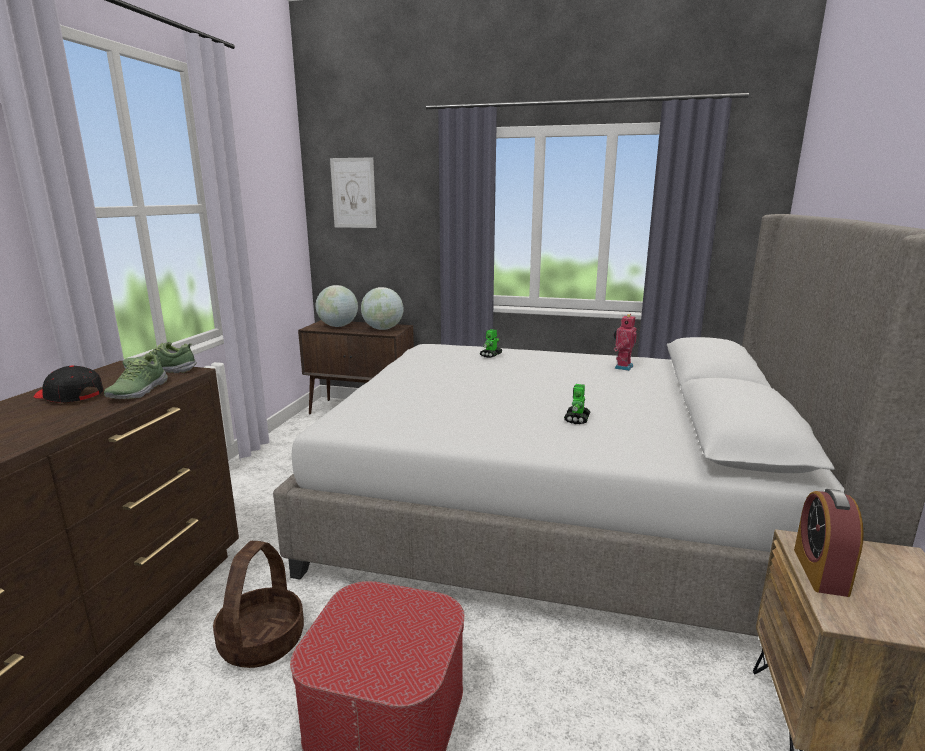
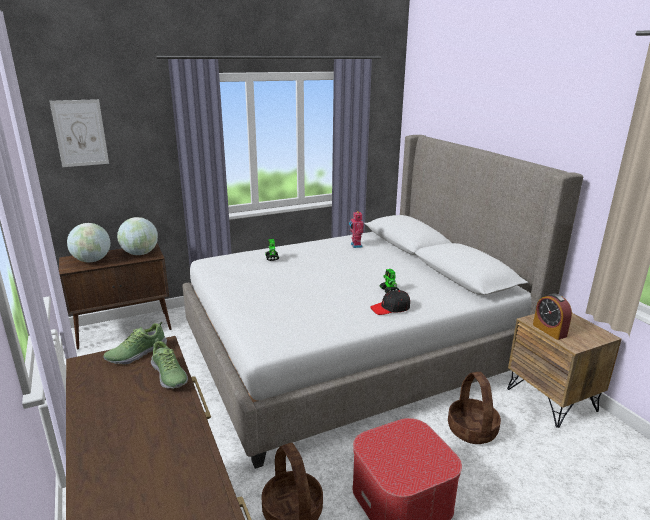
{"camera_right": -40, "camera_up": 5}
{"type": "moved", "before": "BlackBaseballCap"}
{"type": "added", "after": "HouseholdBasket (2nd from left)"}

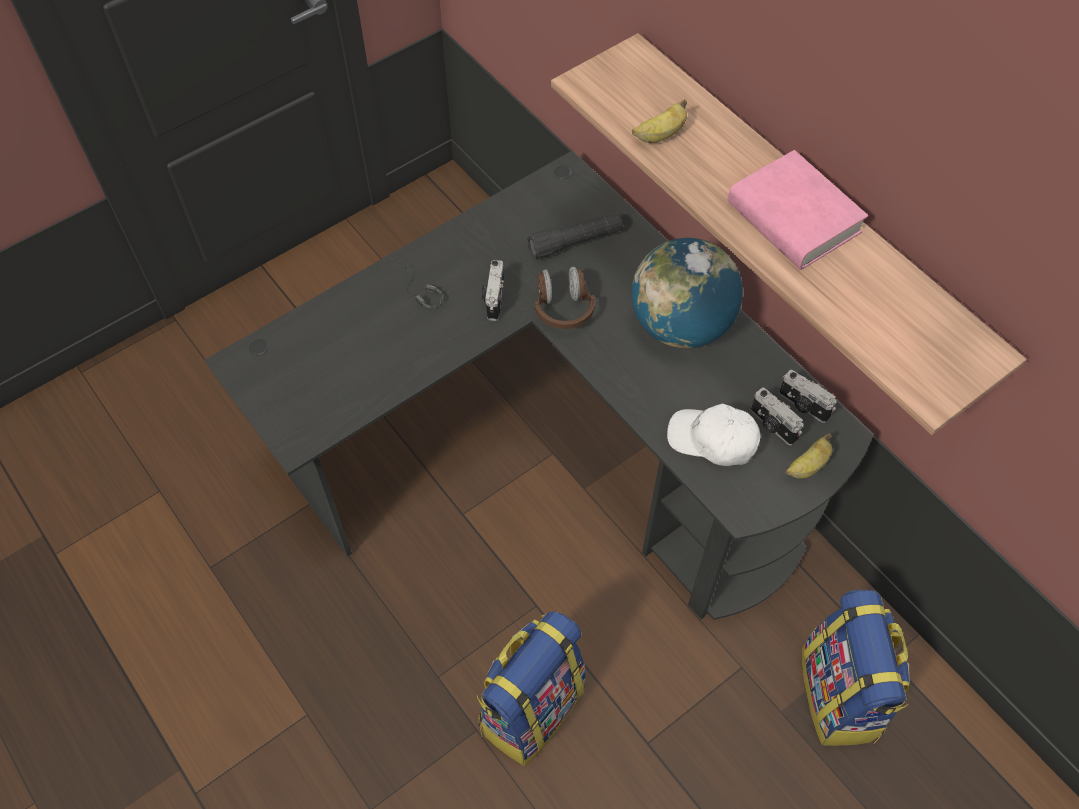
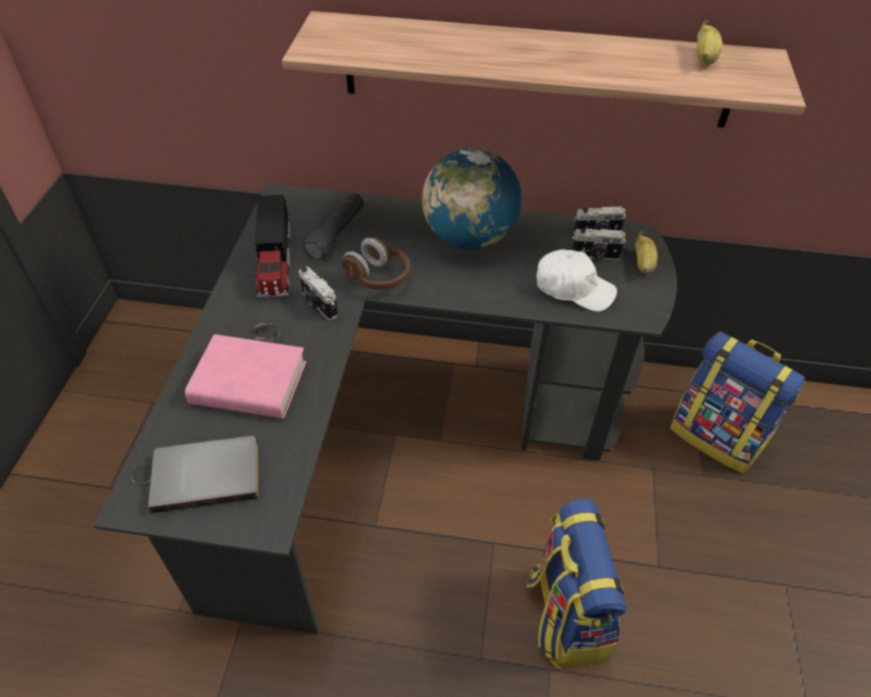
{"camera_right": -45, "camera_up": -10}
{"type": "moved", "before": "WholeBanana (1st from left in the first image)", "after": "WholeBanana (2nd from left)"}
{"type": "moved", "before": "PinkVolume"}
{"type": "turned", "before": "WhitishBaseballCap", "turn": -135}
{"type": "added", "after": "ToyLorry"}
{"type": "added", "after": "GrayVolume"}

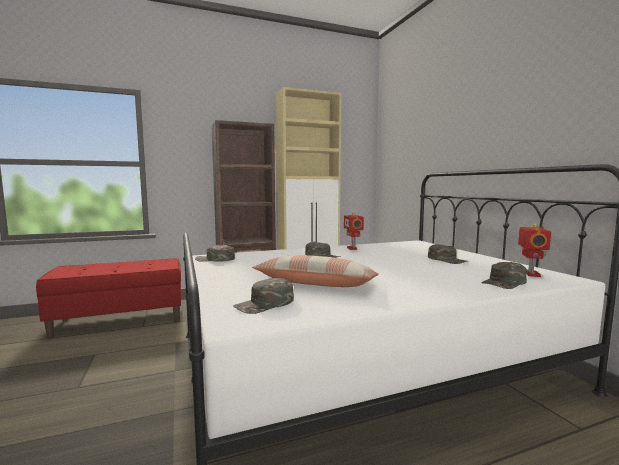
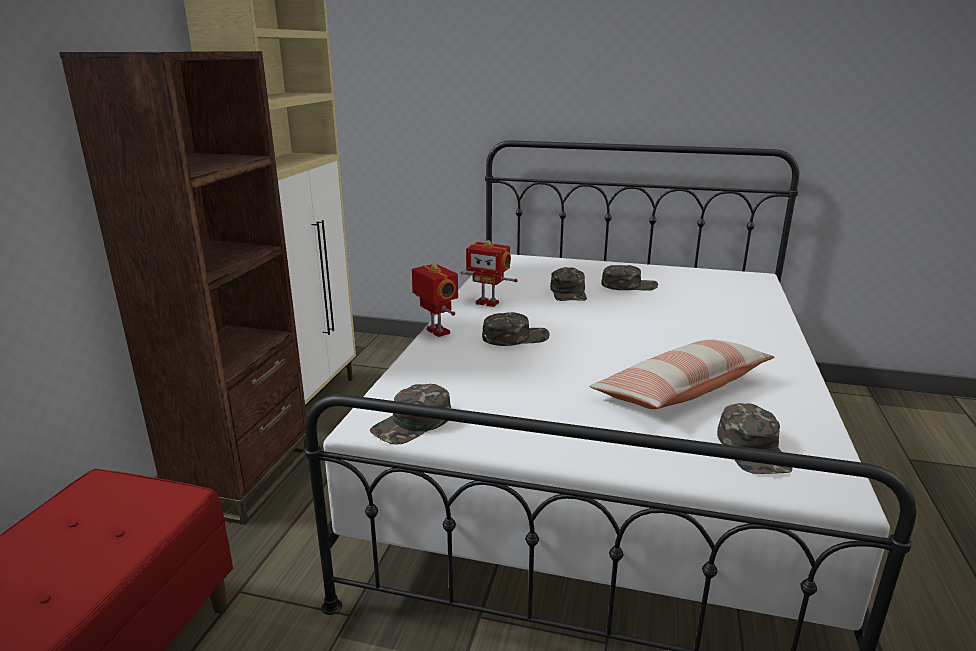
{"camera_right": -55, "camera_up": 15}
{"type": "moved", "before": "ToyRobot (2nd from left in the first image)", "after": "ToyRobot (1st from left)"}
{"type": "moved", "before": "GreenColouredBaseballCap (5th from left in the first image)", "after": "GreenColouredBaseballCap (3rd from left)"}

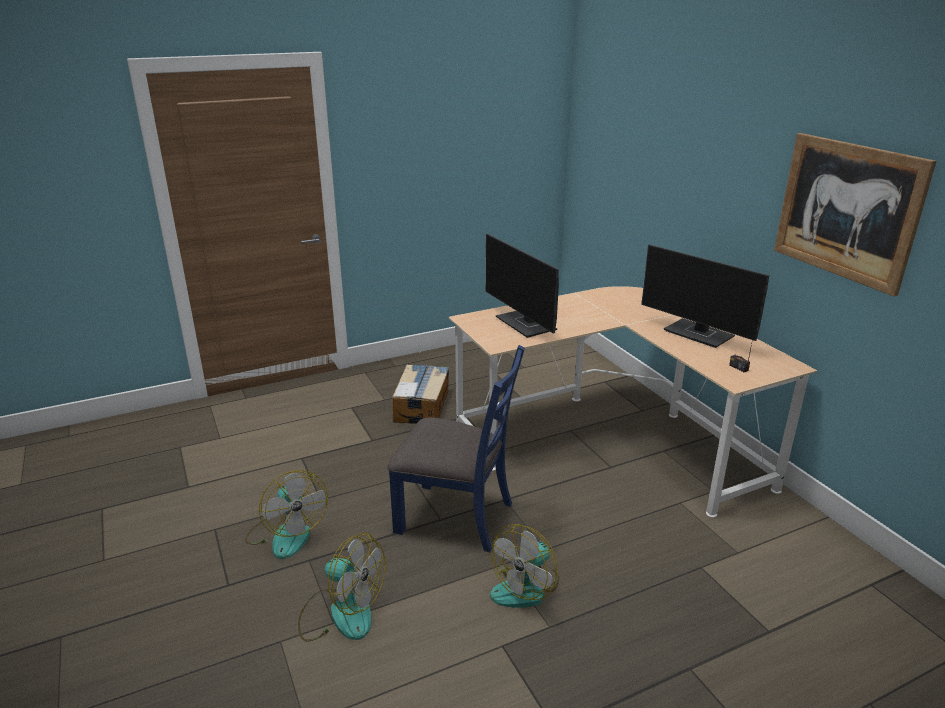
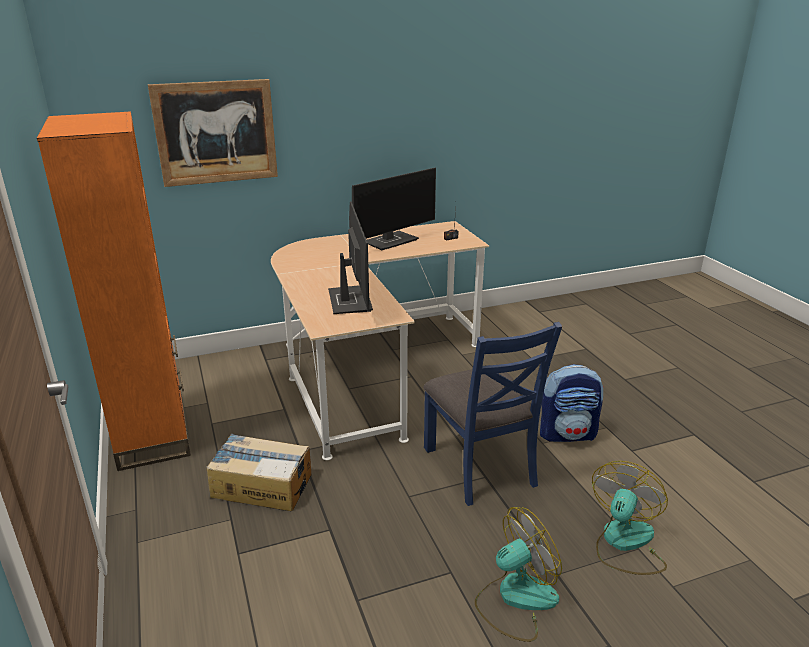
{"camera_right": -85, "camera_up": 0}
{"type": "moved", "before": "WallPicture"}
{"type": "turned", "before": "Monitor (1st from left)", "turn": -75}
{"type": "turned", "before": "BlueColouredChair", "turn": 135}
{"type": "replaced", "before": "Fan (3rd from left)", "after": "Backpack"}
{"type": "added", "after": "OrangeyShelvingUnit"}

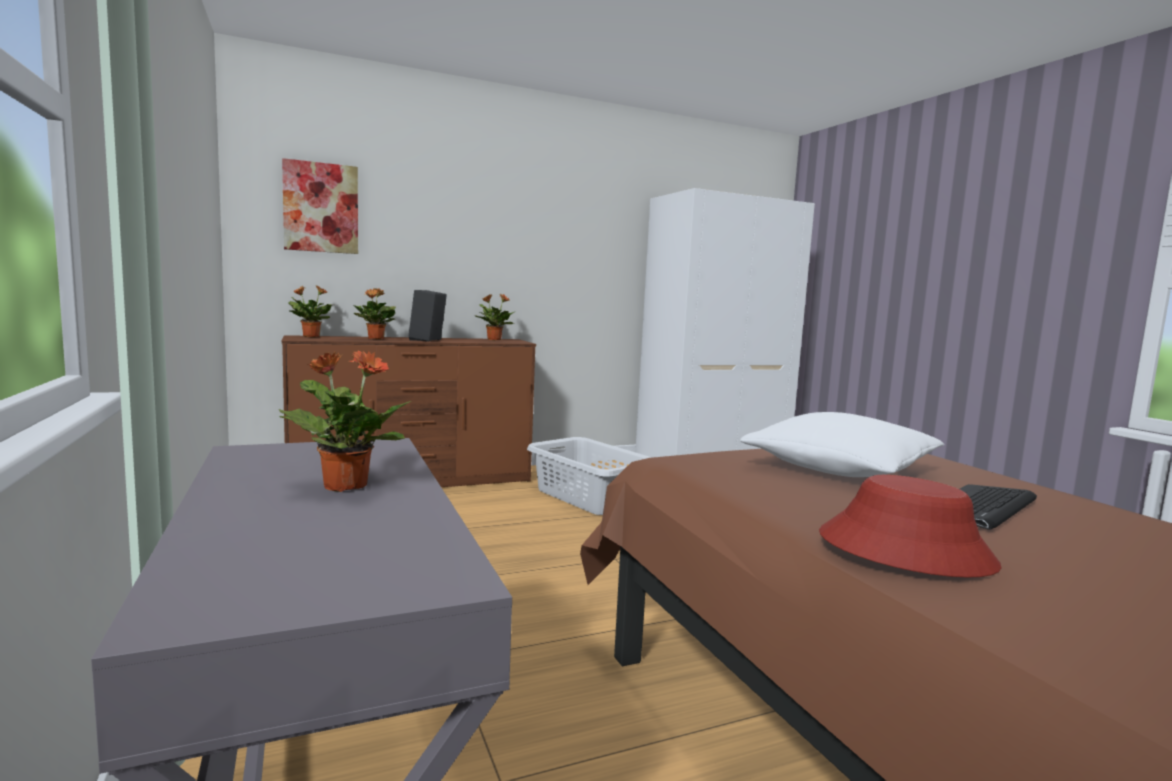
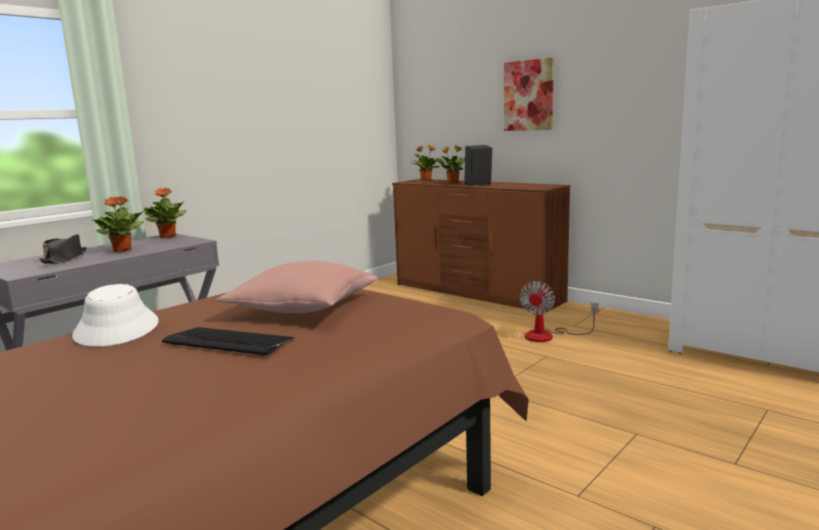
{"camera_right": 65, "camera_up": 5}
{"type": "moved", "before": "WallPicture"}
{"type": "moved", "before": "Houseplant (4th from left in the first image)", "after": "Houseplant (2nd from left)"}
{"type": "recoloured", "before": "WhitishThrowPillow", "after": "PinkThrowPillow"}
{"type": "replaced", "before": "GrayLaundryBasket", "after": "Fan"}
{"type": "recoloured", "before": "RedWearableHat", "after": "WhitishWearableHat"}
{"type": "added", "after": "BlackWearableHat"}

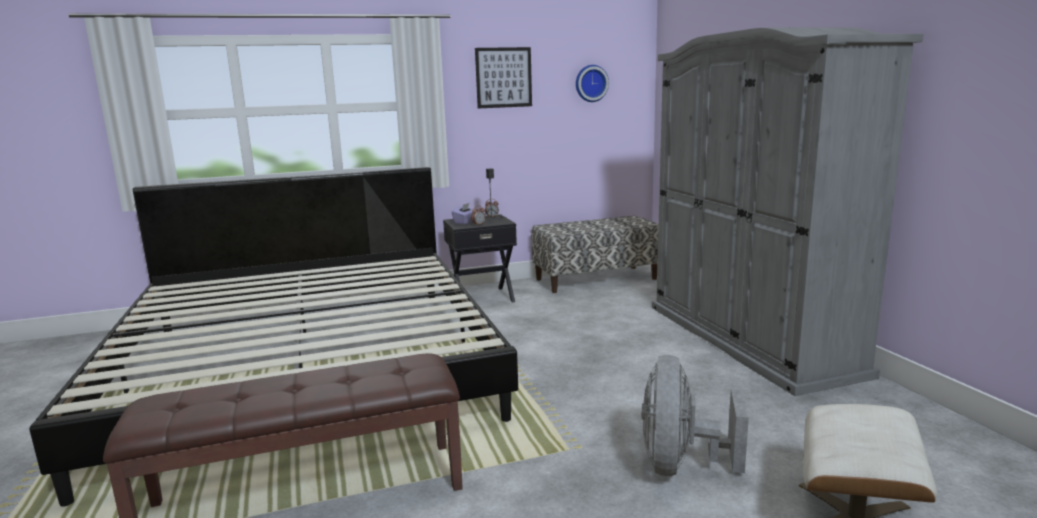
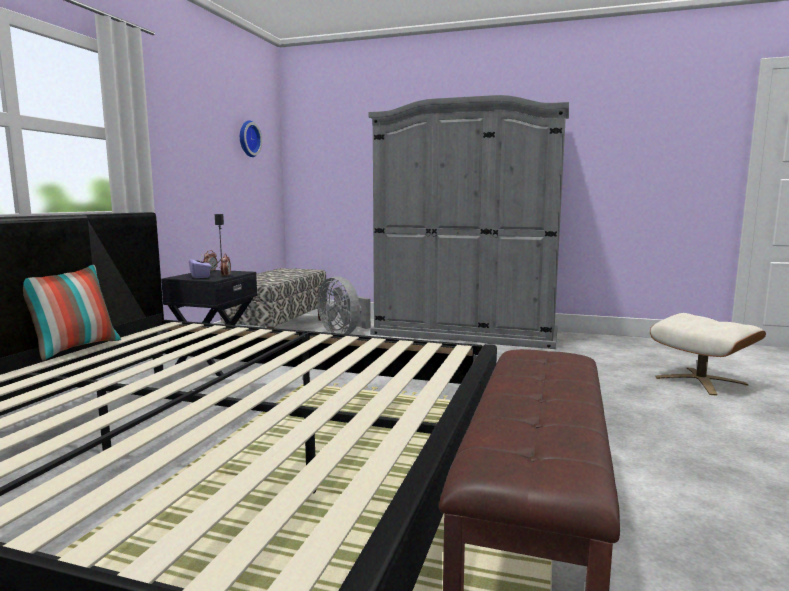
{"camera_right": -55, "camera_up": -5}
{"type": "removed", "before": "WallPicture"}
{"type": "moved", "before": "GrayFan"}
{"type": "added", "after": "ThrowPillow"}

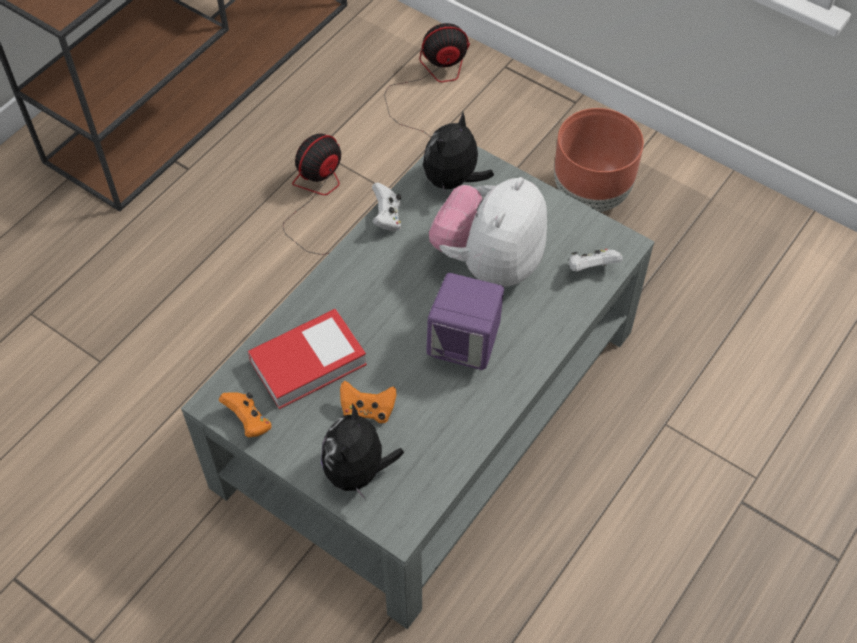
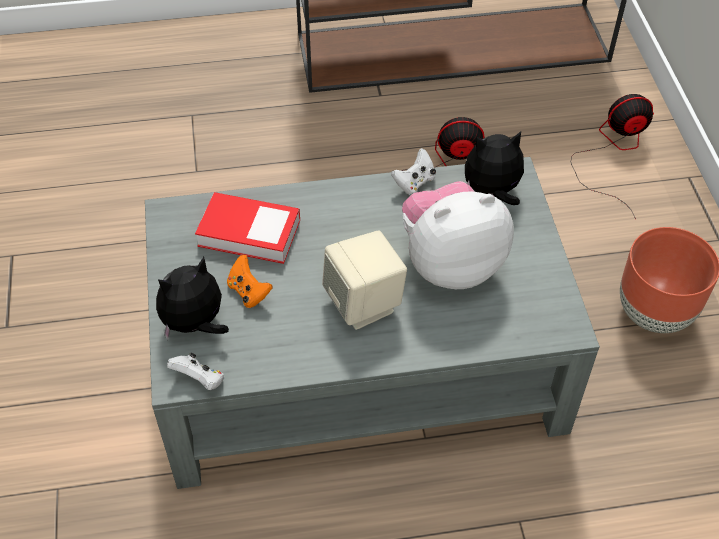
{"camera_right": 45, "camera_up": -5}
{"type": "turned", "before": "Fan (2nd from left)", "turn": -45}
{"type": "moved", "before": "WhitishGamepad (2nd from left in the first image)", "after": "WhitishGamepad (1st from left)"}
{"type": "recoloured", "before": "PurpleSpeaker", "after": "BeigeColouredSpeaker"}
{"type": "removed", "before": "OrangeyGamepad (1st from left)"}

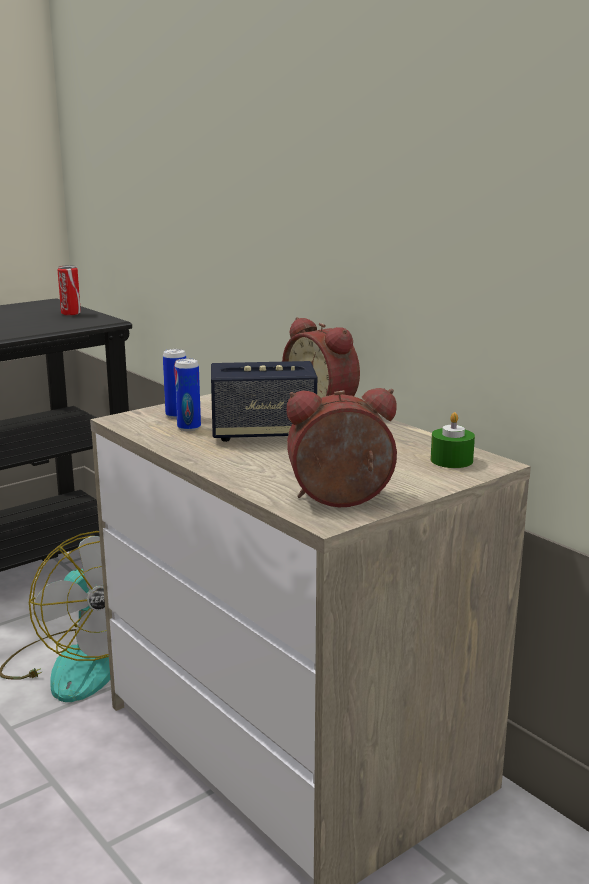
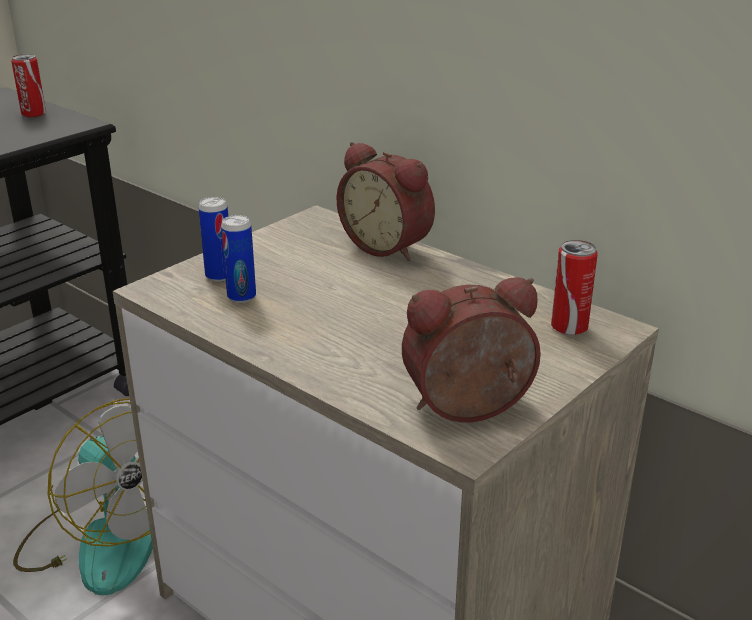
{"camera_right": -10, "camera_up": 10}
{"type": "removed", "before": "Speaker"}
{"type": "replaced", "before": "GreenColouredWaxLight", "after": "SealedCan (4th from left)"}

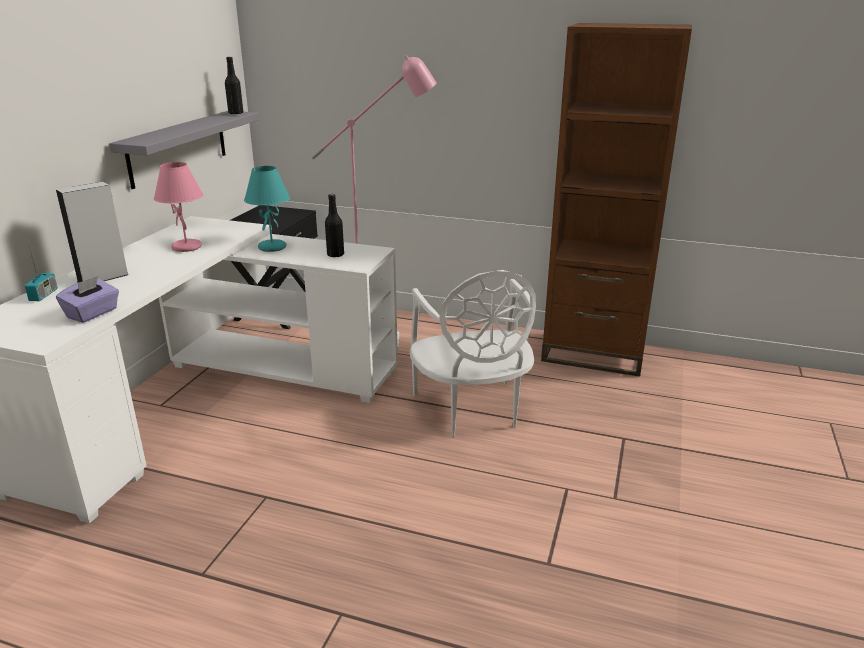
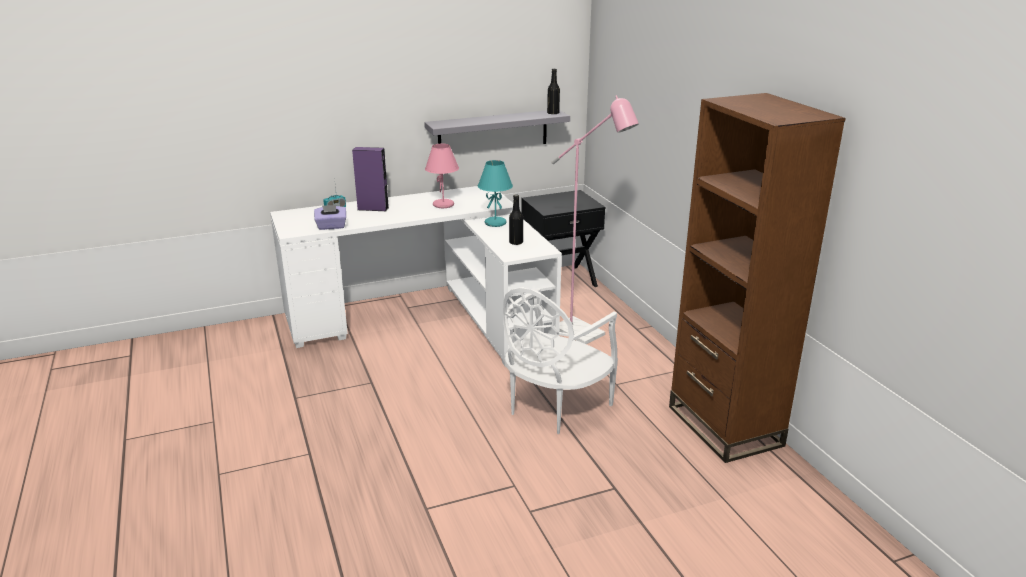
{"camera_right": 50, "camera_up": 0}
{"type": "recoloured", "before": "GraySpeaker", "after": "PurpleSpeaker"}

